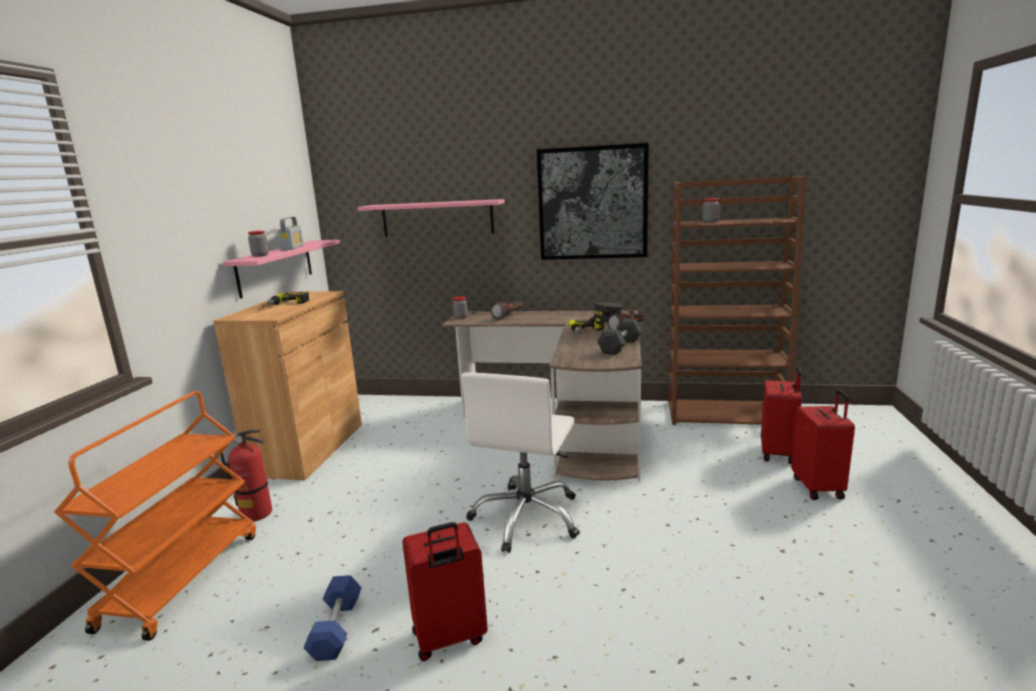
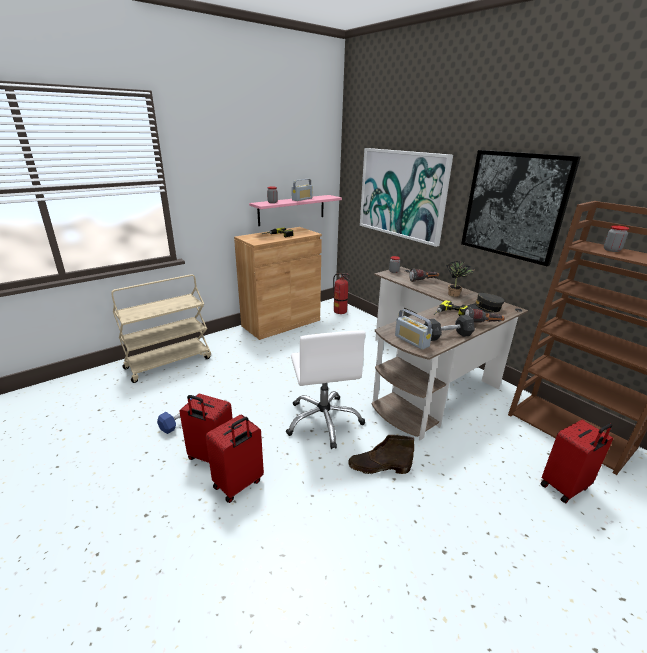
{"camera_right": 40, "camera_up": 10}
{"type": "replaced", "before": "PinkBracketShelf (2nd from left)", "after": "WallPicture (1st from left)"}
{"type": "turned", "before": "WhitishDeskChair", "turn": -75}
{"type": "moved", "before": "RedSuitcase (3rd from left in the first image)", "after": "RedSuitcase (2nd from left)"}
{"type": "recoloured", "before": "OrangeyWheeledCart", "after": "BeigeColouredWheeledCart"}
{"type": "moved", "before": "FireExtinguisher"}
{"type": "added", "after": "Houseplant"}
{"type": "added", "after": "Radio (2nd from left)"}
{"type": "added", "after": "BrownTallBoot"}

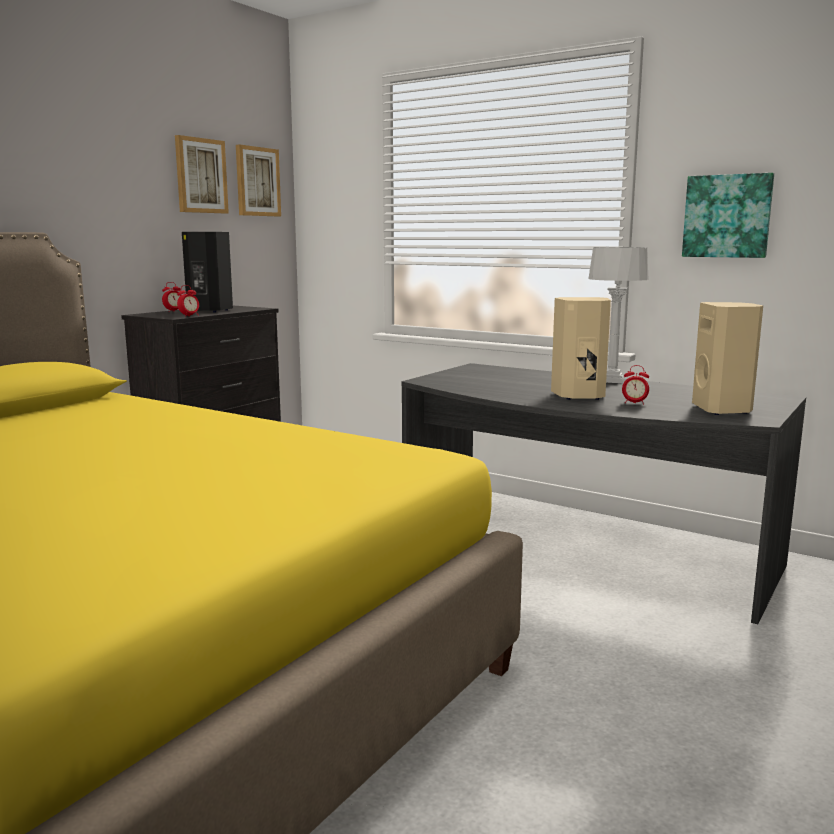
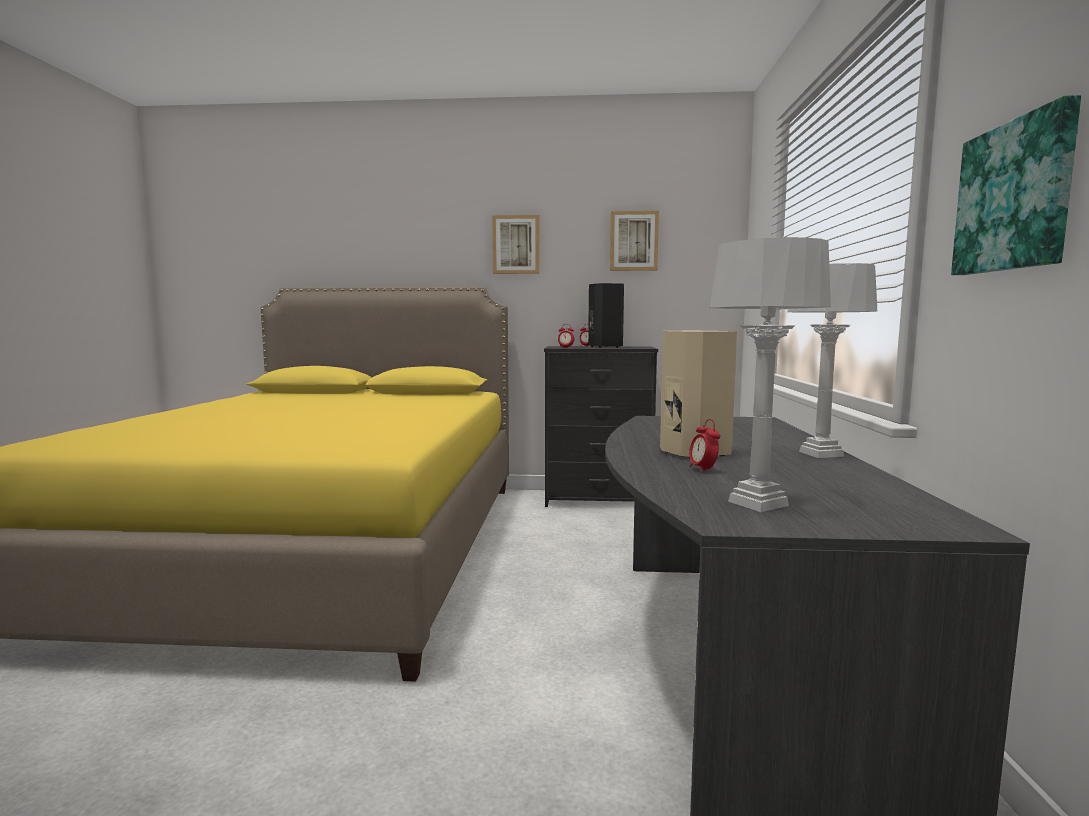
{"camera_right": 60, "camera_up": -5}
{"type": "moved", "before": "WallPicture (2nd from left in the first image)", "after": "WallPicture (1st from left)"}
{"type": "replaced", "before": "BeigeColouredSpeaker (2nd from left)", "after": "GrayTableLamp (1st from left)"}

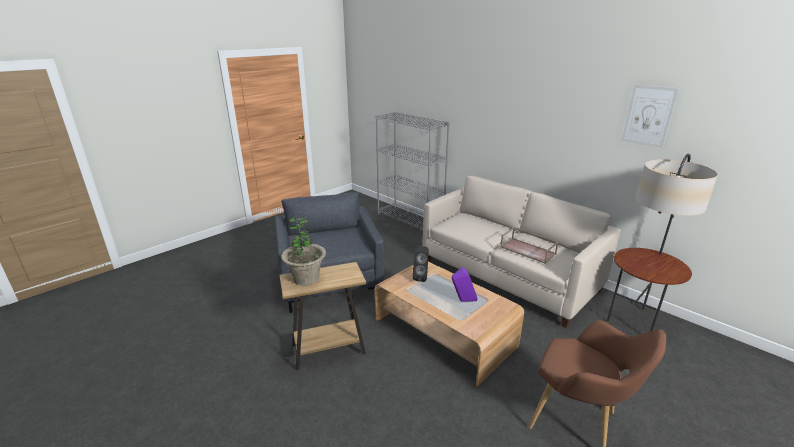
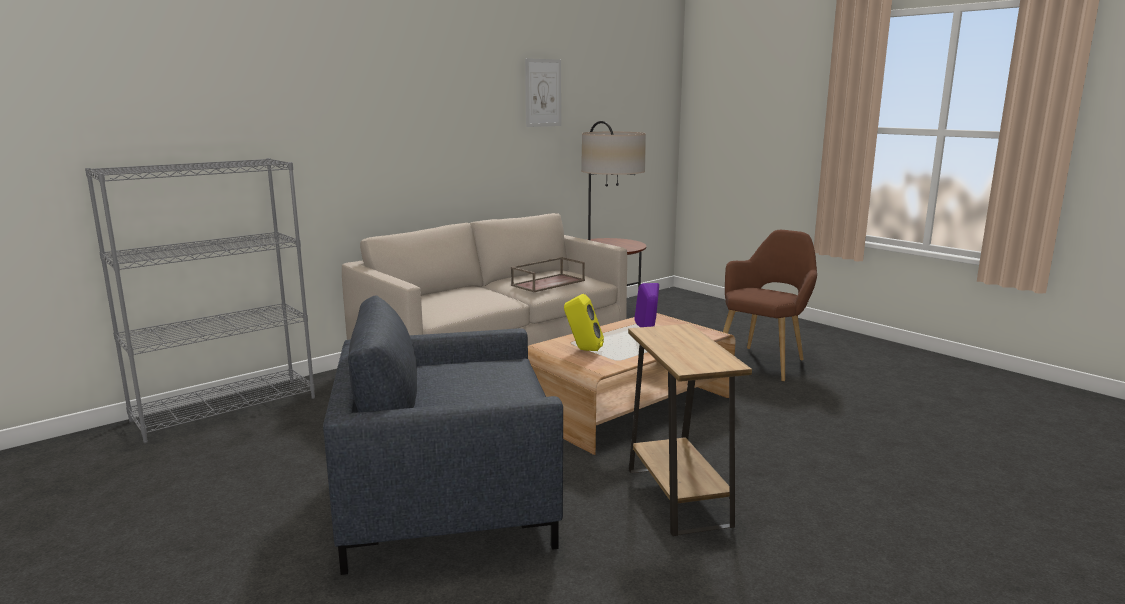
{"camera_right": -85, "camera_up": -10}
{"type": "removed", "before": "Houseplant"}
{"type": "recoloured", "before": "BlackSpeaker", "after": "YellowSpeaker"}

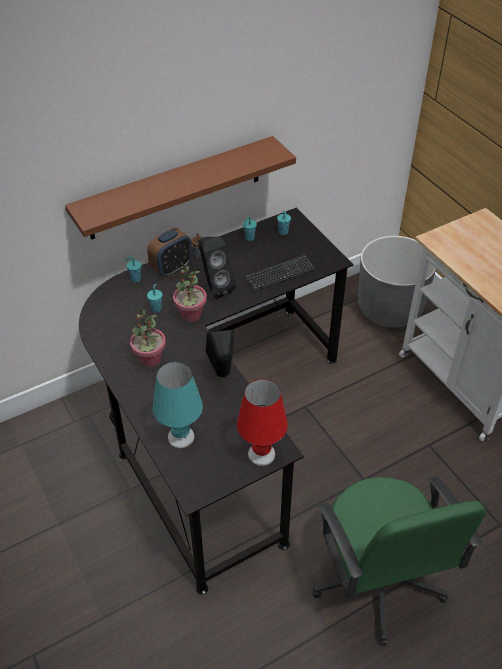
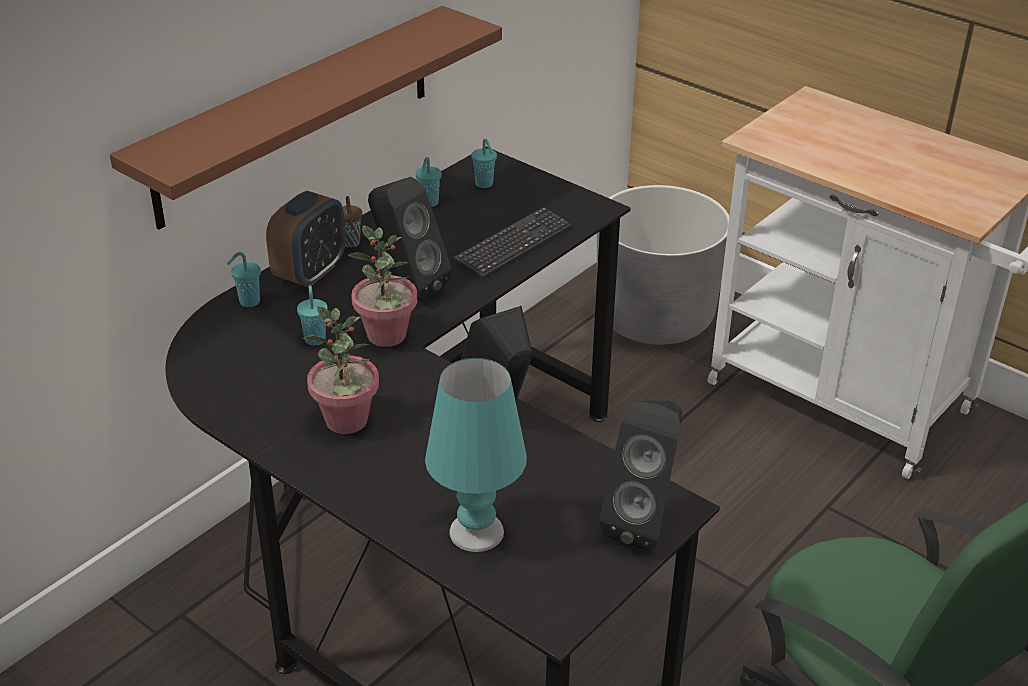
{"camera_right": -20, "camera_up": -10}
{"type": "replaced", "before": "RedTableLamp", "after": "BlackSpeaker (3rd from left)"}

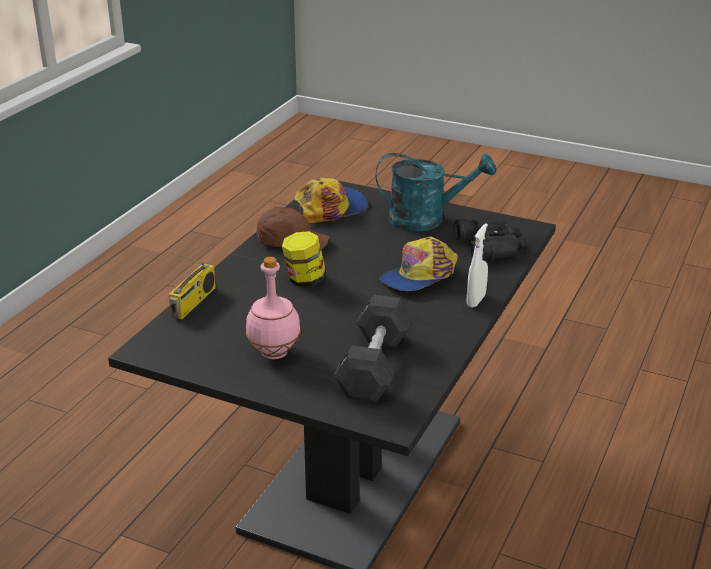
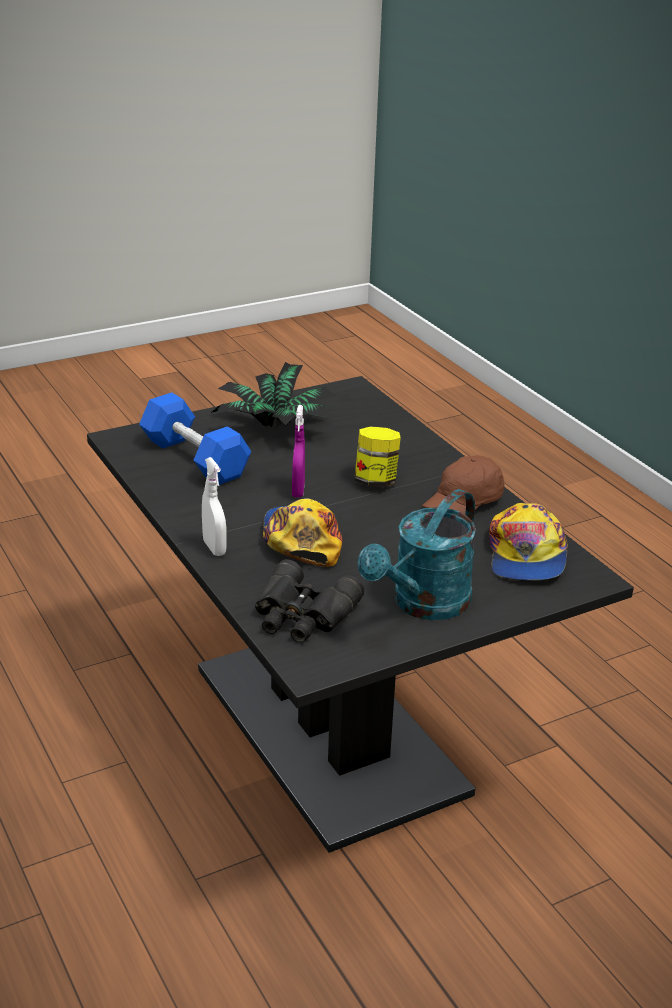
{"camera_right": 125, "camera_up": 0}
{"type": "removed", "before": "Radio"}
{"type": "replaced", "before": "PinkBeverageBottle", "after": "Houseplant"}
{"type": "recoloured", "before": "BlackFreeWeight", "after": "BlueColouredFreeWeight"}
{"type": "added", "after": "PurpleHandSprayer"}

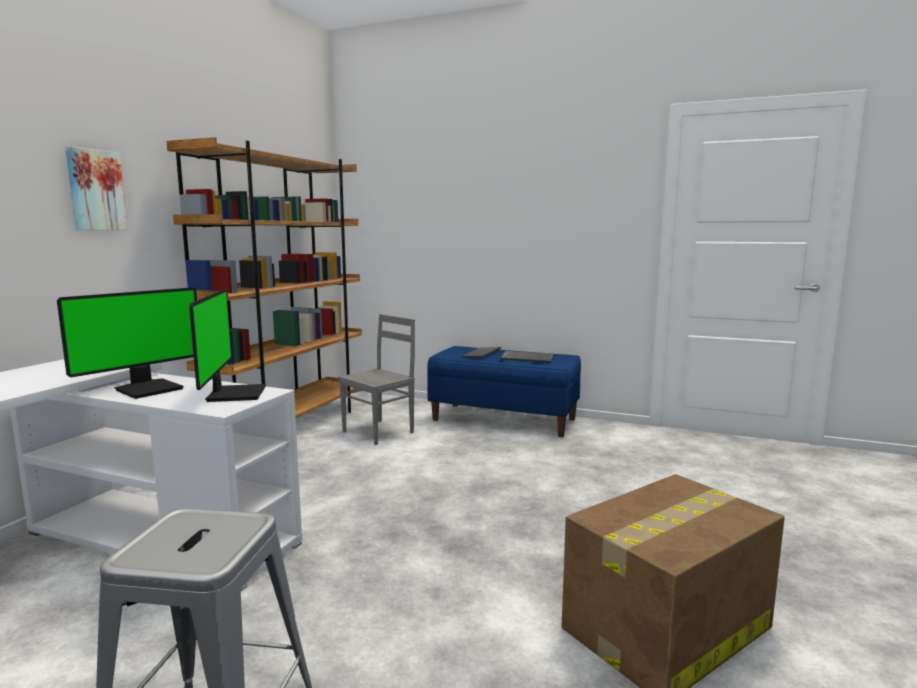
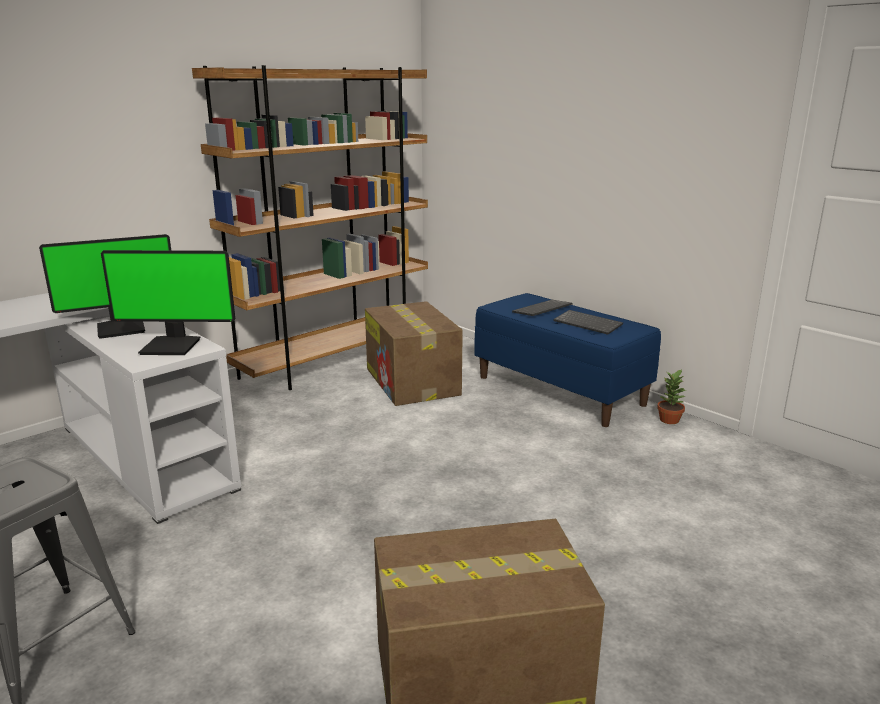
{"camera_right": 25, "camera_up": 10}
{"type": "removed", "before": "WallPicture"}
{"type": "turned", "before": "Monitor (2nd from left)", "turn": 75}
{"type": "replaced", "before": "GrayChair", "after": "PackingBox (1st from left)"}
{"type": "added", "after": "Houseplant"}

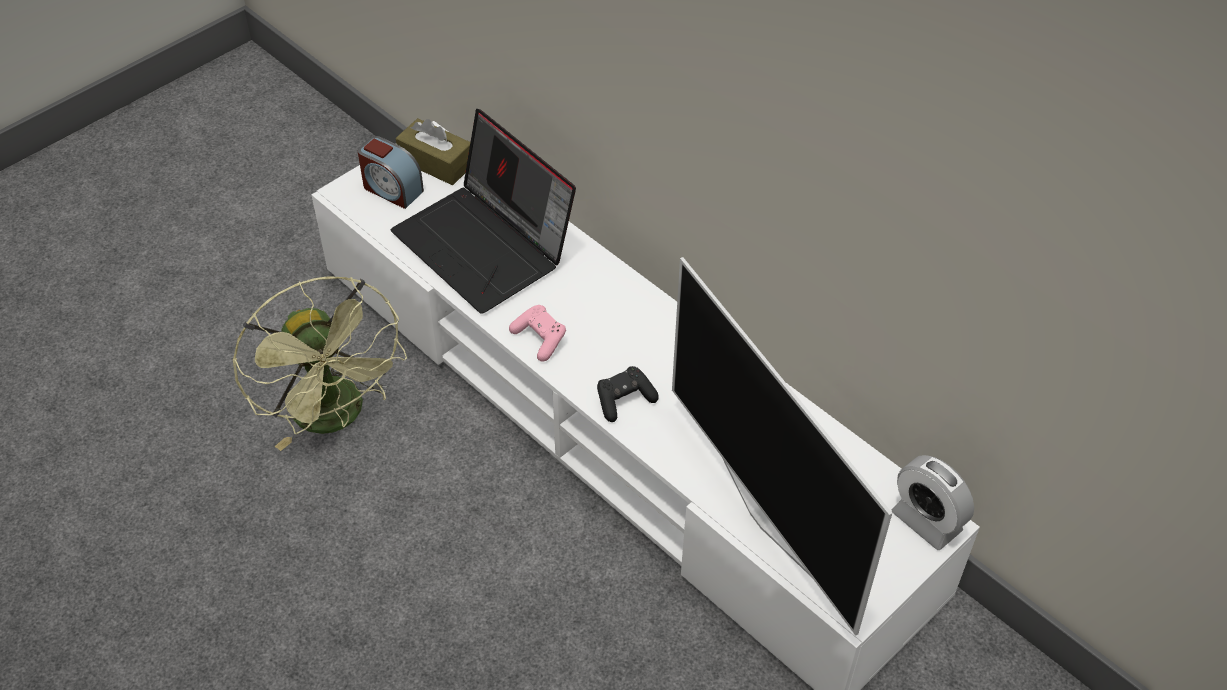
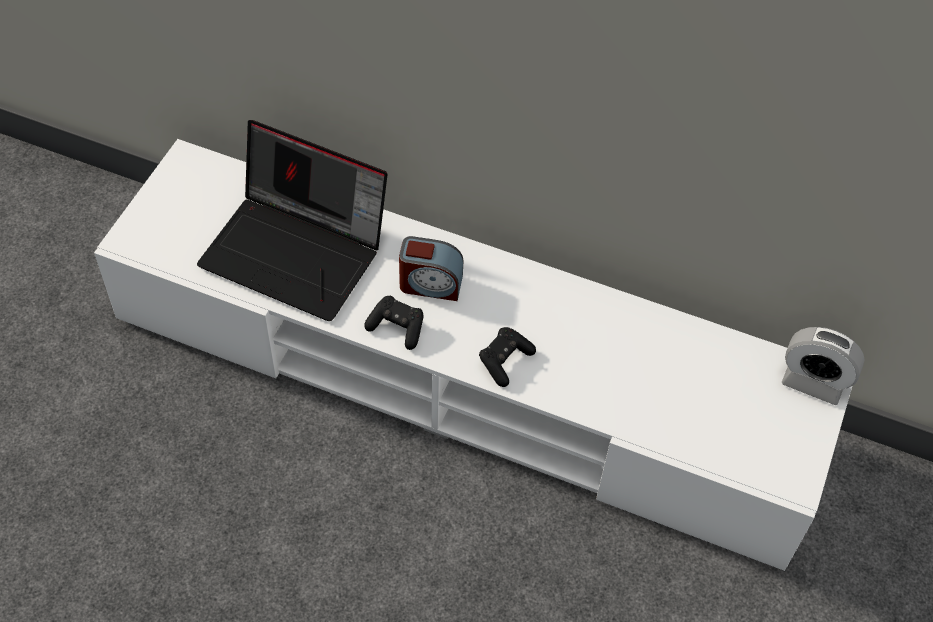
{"camera_right": -25, "camera_up": 5}
{"type": "removed", "before": "BrownTissueBox"}
{"type": "moved", "before": "BedsideClock (1st from left)"}
{"type": "removed", "before": "Television"}
{"type": "removed", "before": "GreenColouredFan"}
{"type": "recoloured", "before": "PinkGamepad", "after": "BlackGamepad (1st from left)"}

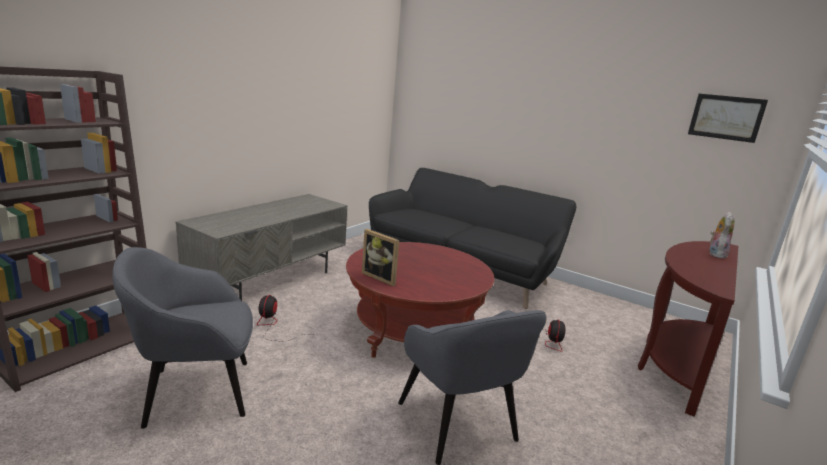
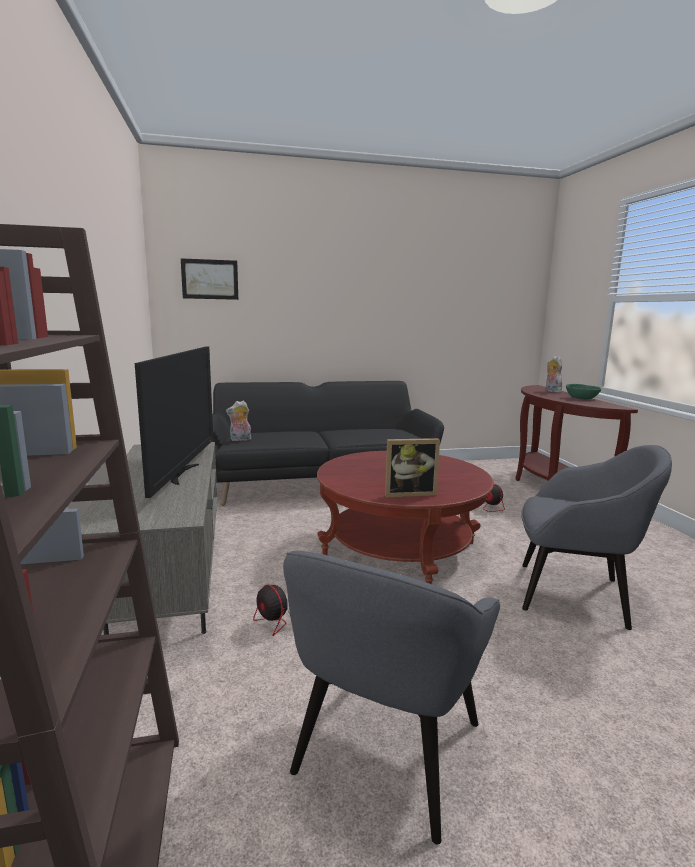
{"camera_right": -45, "camera_up": -5}
{"type": "moved", "before": "WallPicture"}
{"type": "added", "after": "Television"}
{"type": "added", "after": "GreenColouredBowl"}
{"type": "added", "after": "PlushToy (1st from left)"}

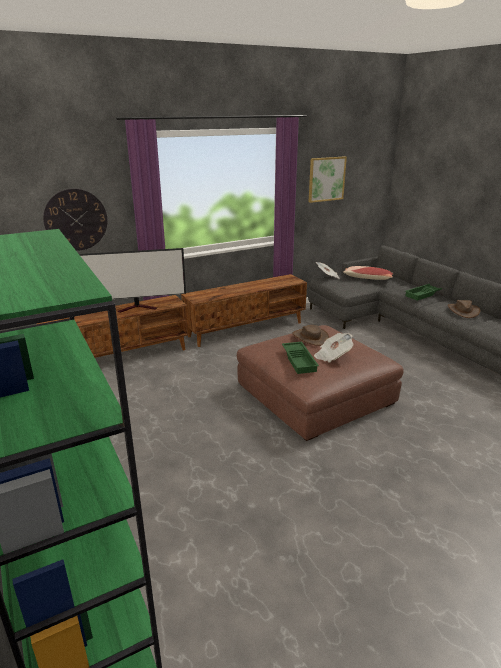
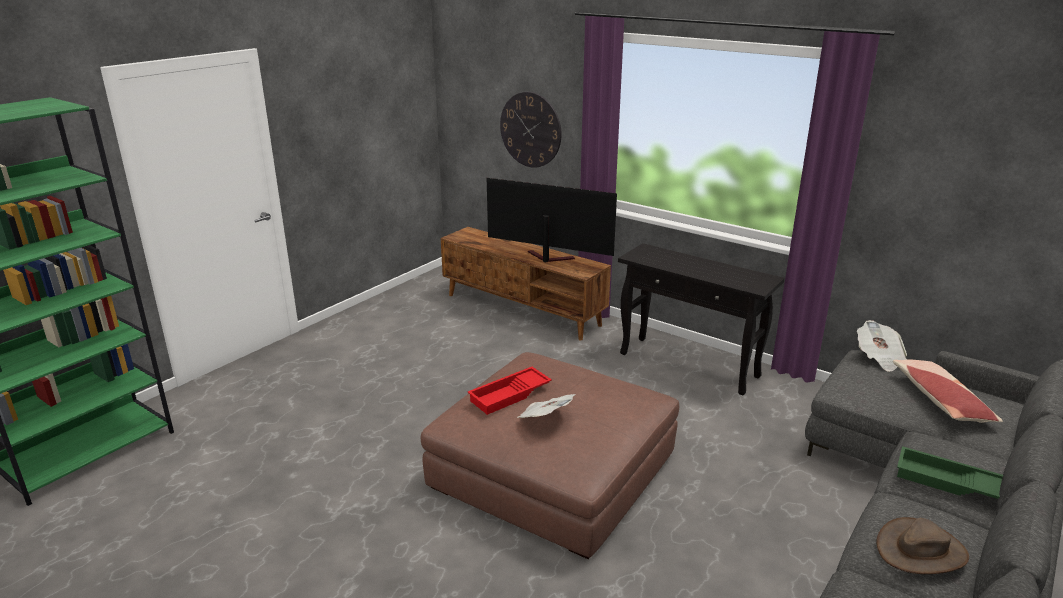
{"camera_right": 65, "camera_up": 0}
{"type": "removed", "before": "WallPicture"}
{"type": "turned", "before": "Television", "turn": 150}
{"type": "replaced", "before": "BrownTvStand (2nd from left)", "after": "BlackConsoleTable"}
{"type": "removed", "before": "BrownWearableHat (1st from left)"}
{"type": "recoloured", "before": "GreenColouredCarryingTray (1st from left)", "after": "RedCarryingTray"}

